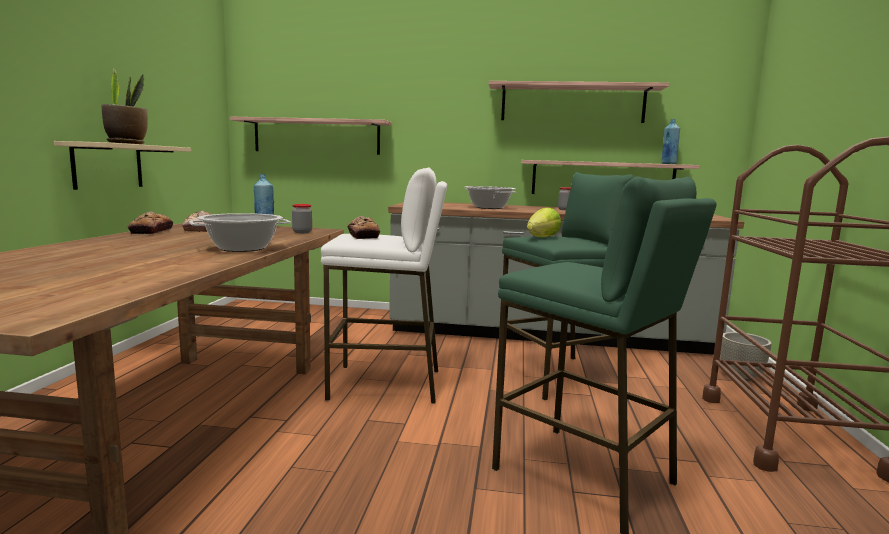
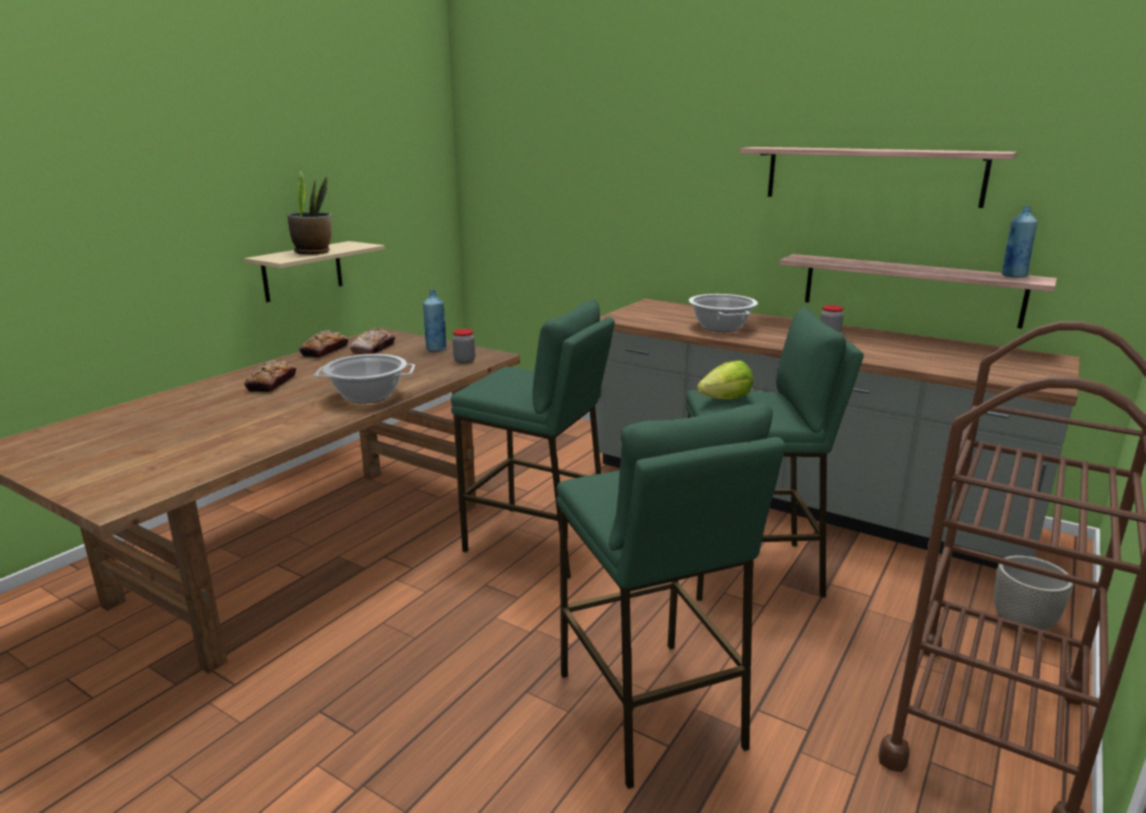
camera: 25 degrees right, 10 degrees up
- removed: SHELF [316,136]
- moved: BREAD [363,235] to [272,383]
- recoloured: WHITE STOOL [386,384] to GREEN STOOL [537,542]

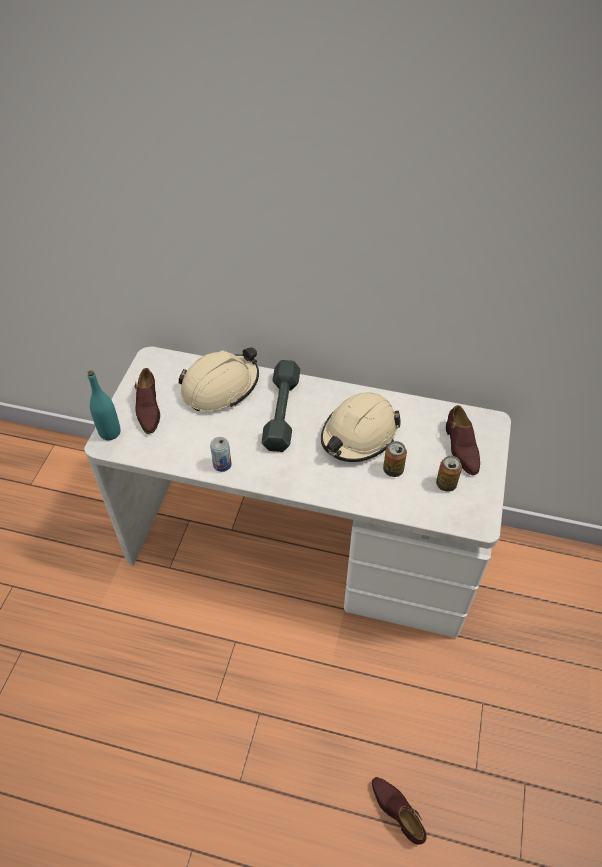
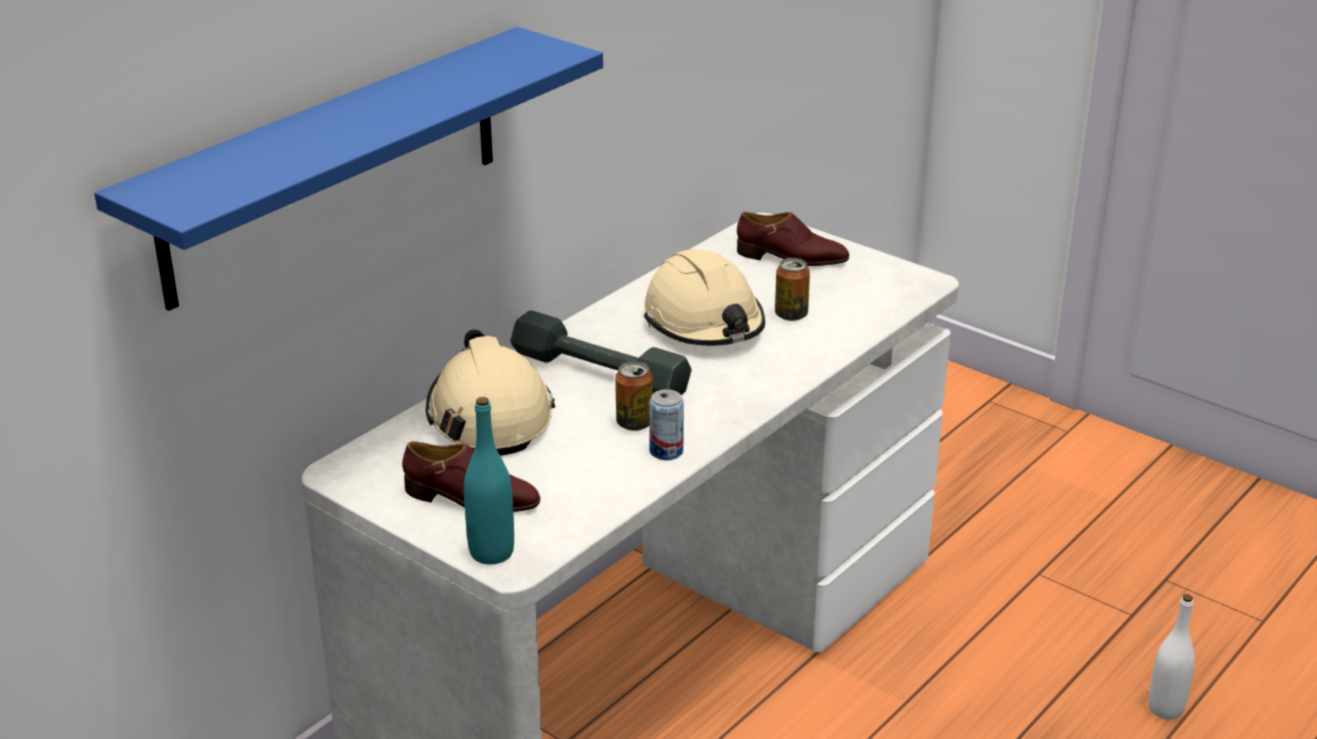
camera: 65 degrees left, 20 degrees down
- added: BLUE SHELF [334,166]
- moved: CAN [446,484] to [634,423]
- replaced: BROWN SHOE [397,811] to WHITE BOTTLE [1165,709]

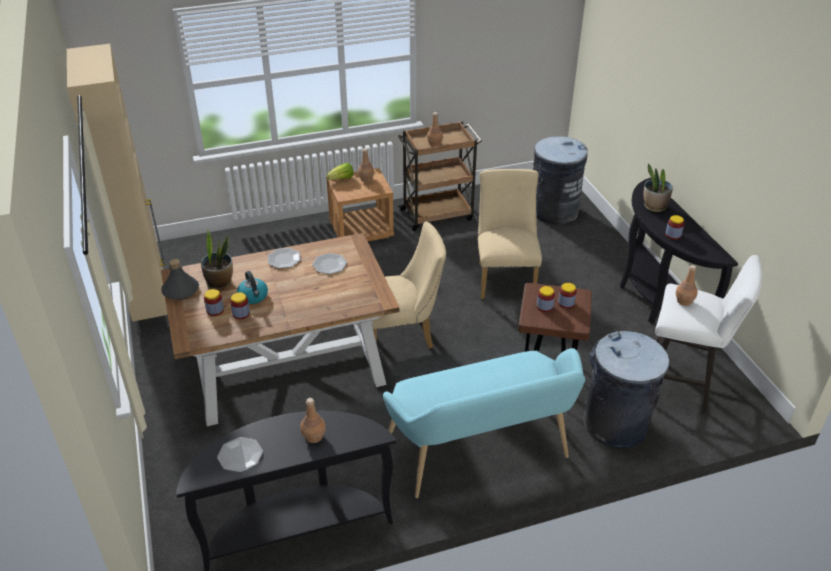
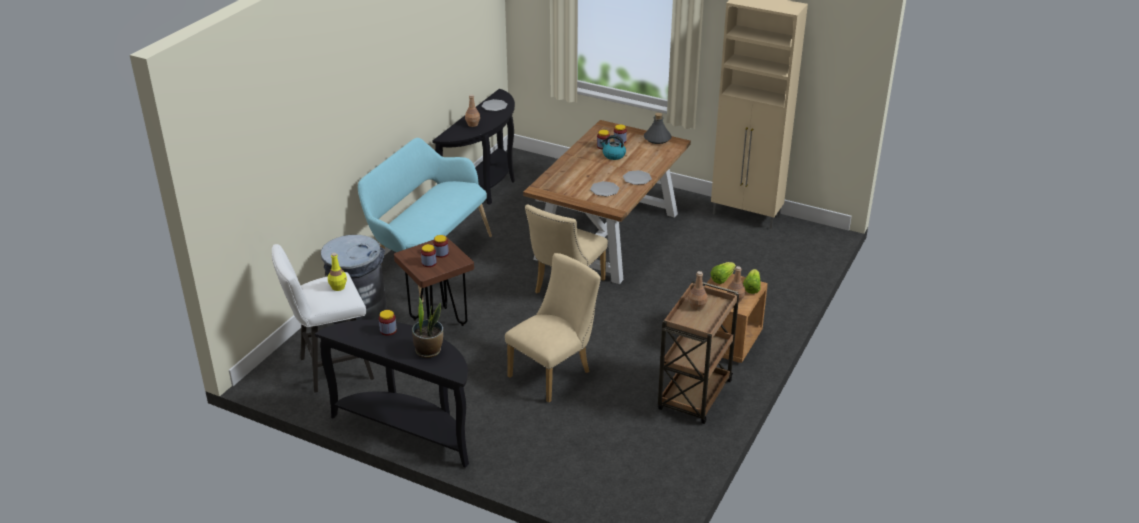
camera: 135 degrees right, 5 degrees down
- removed: POTTED PLANT [220,282]
- removed: GREY TRASH CAN [554,211]
- added: LETTUCE [722,279]
- recoloured: BROWN BOTTLE [684,301] to YELLOW BOTTLE [338,287]
- turned: BEIGE CHAIR [505,277] = [554,373] 90 degrees counterclockwise

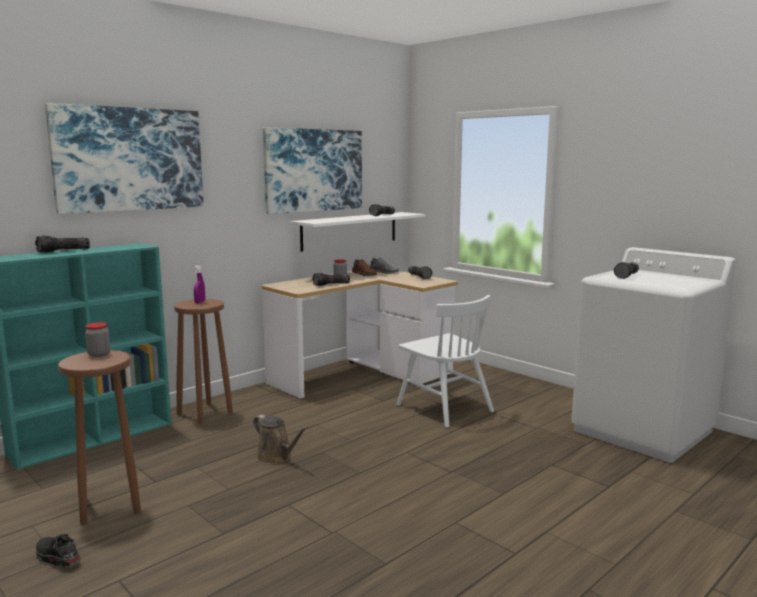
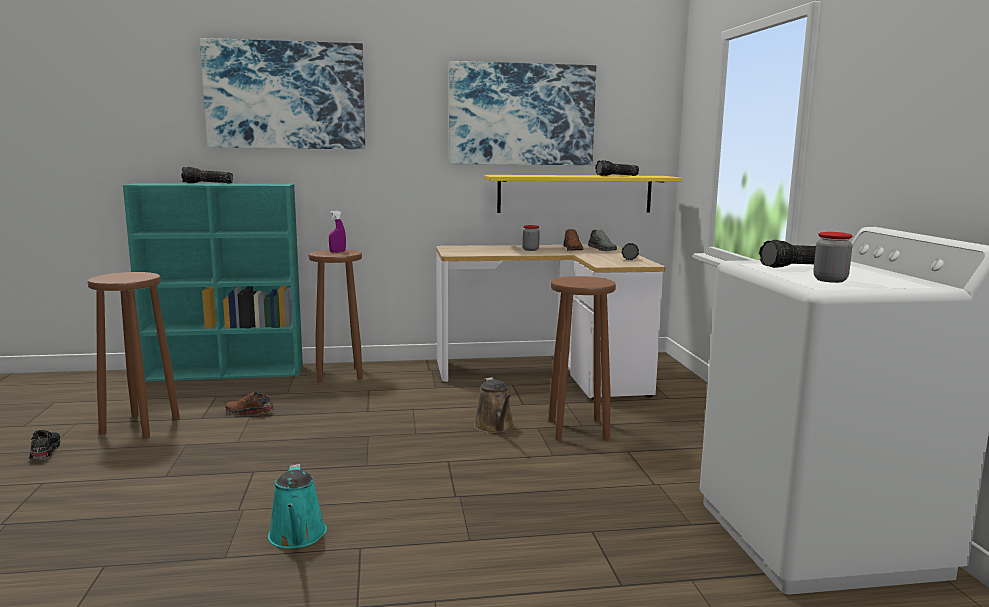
camera: 35 degrees right, 0 degrees up
- removed: FLASHLIGHT [331,284]
- added: BROWN SHOE [248,413]
- added: TURQUOISE WATERING CAN [297,537]
- moved: JAR [99,354] to [830,280]
- moved: BROWN WATERING CAN [276,457] to [495,427]
- replaced: WHITE CHAIR [444,408] to BROWN STOOL [577,429]
- recoloured: WHITE SHELF [350,230] to YELLOW SHELF [575,194]

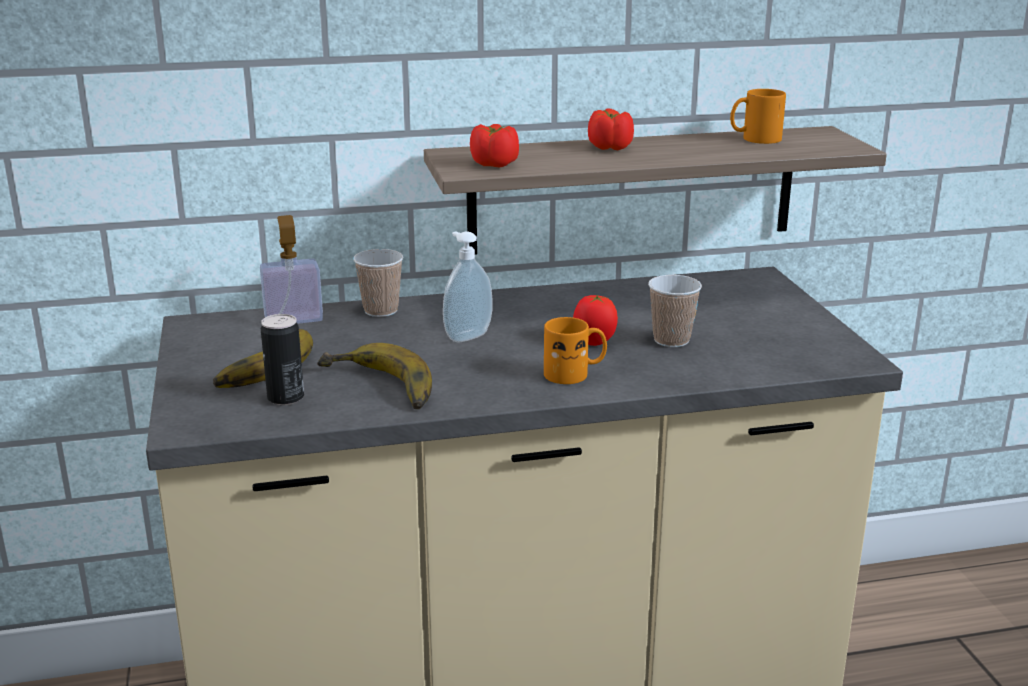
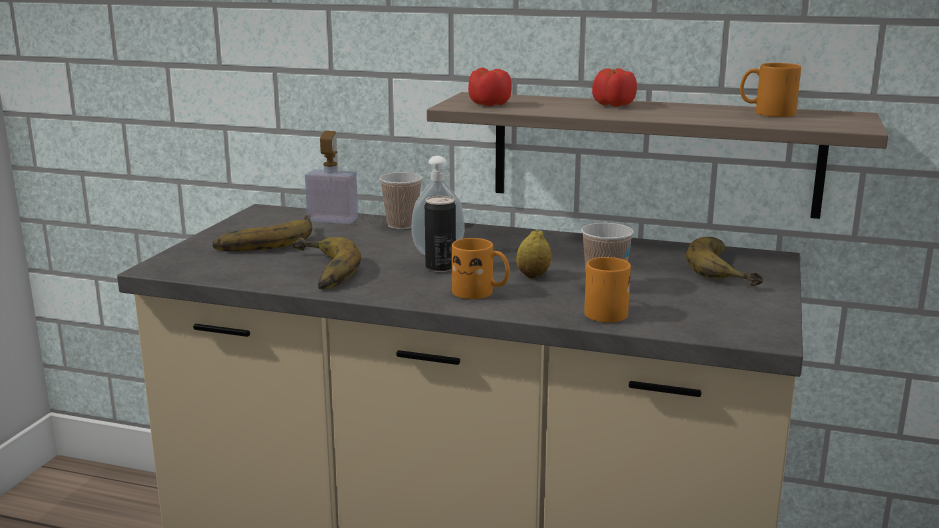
camera: 30 degrees right, 5 degrees down
- added: ORANGE MUG [601,310]
- added: BANANA [730,269]
- moved: CAN [285,398] to [440,267]
- replaced: TOMATO [594,343] to LEMON [533,275]

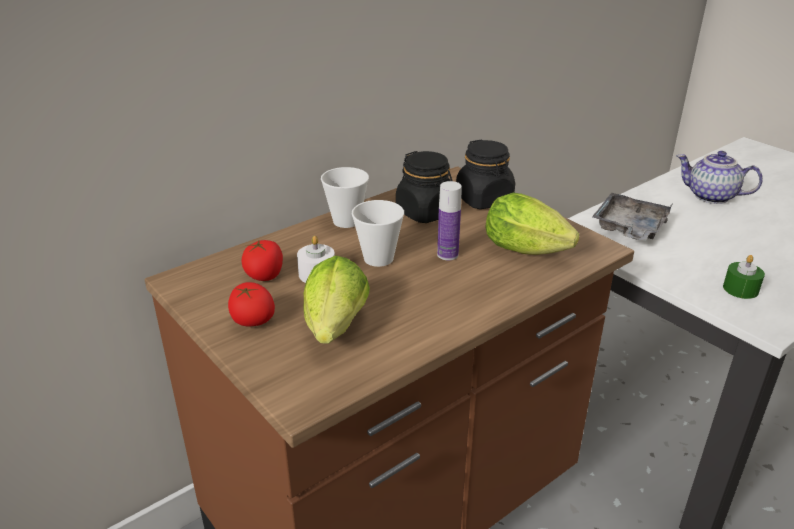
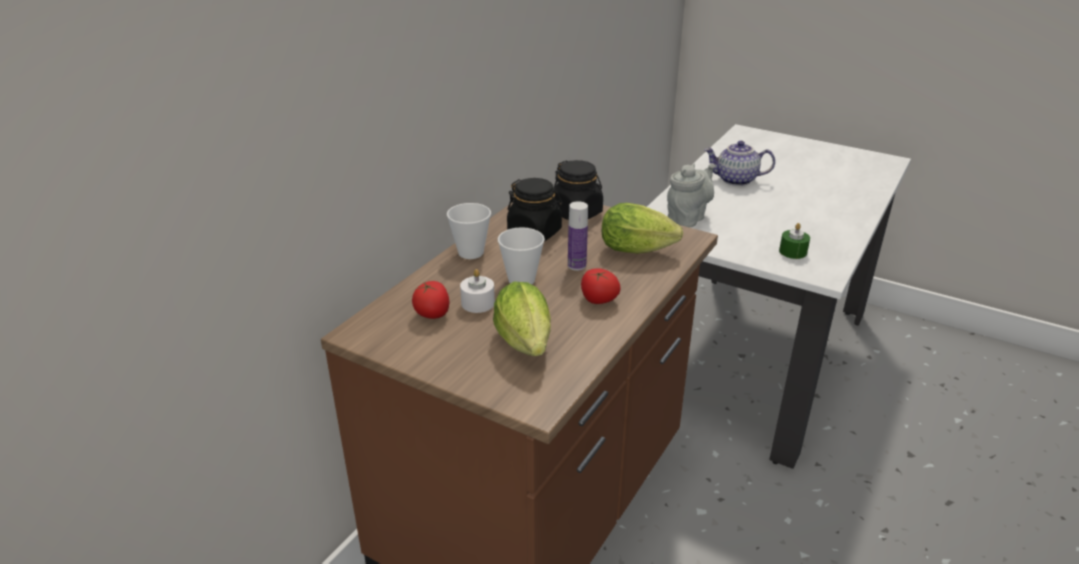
camera: 20 degrees left, 0 degrees up
- moved: TOMATO [252,321] to [598,300]
- replaced: GREY TRAY [629,228] to GREY TEAPOT [688,218]

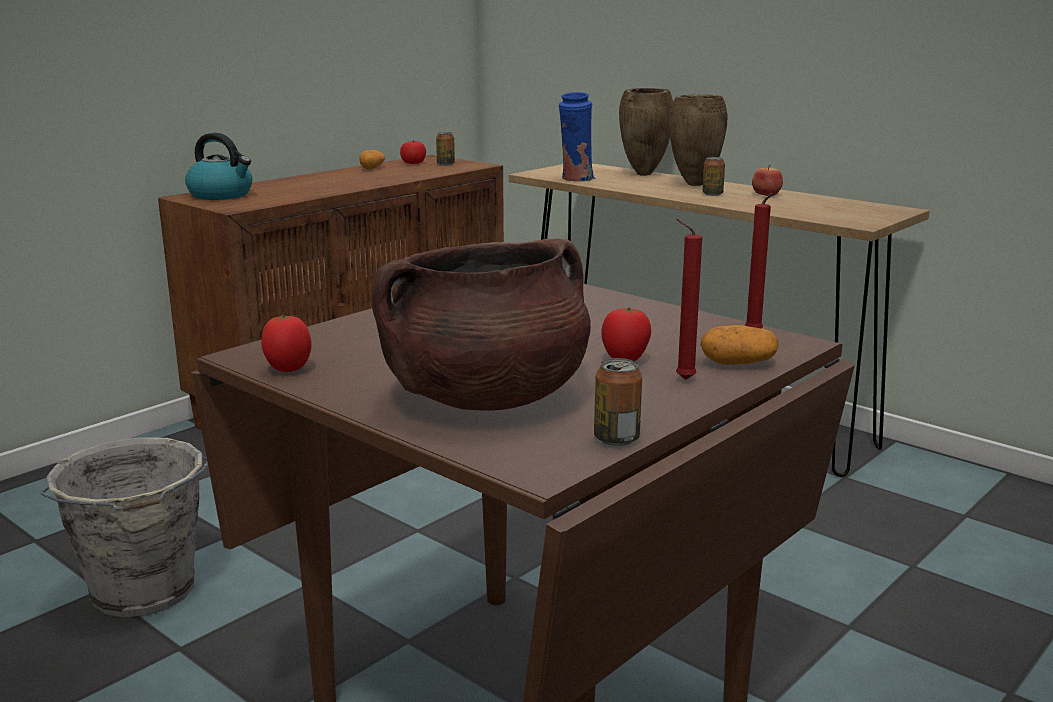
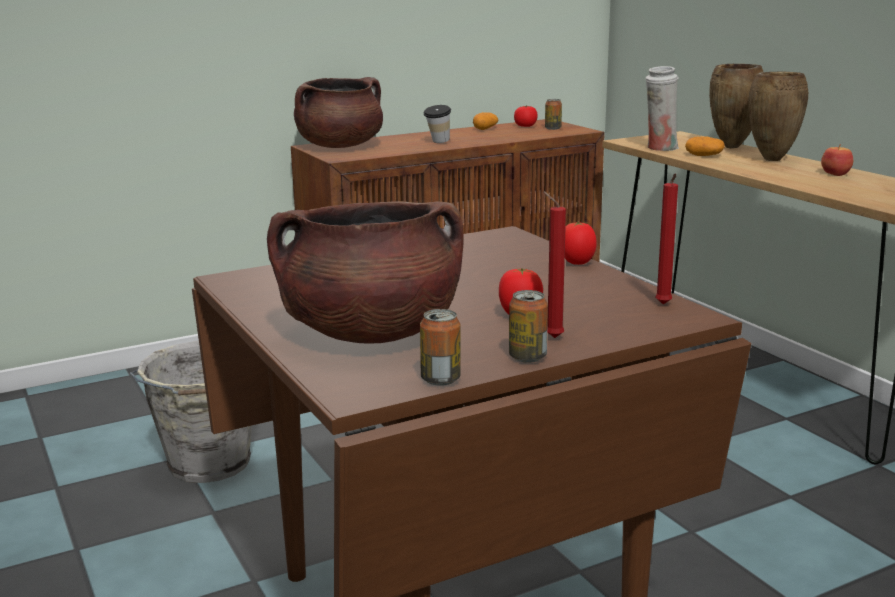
camera: 20 degrees right, 0 degrees up
- added: CUP [438,142]
- moved: TOMATO [288,370] to [577,263]
- moved: POTATO [738,363] to [704,155]
- moved: CAN [712,194] to [527,357]
- replaced: KETTLE [222,195] to BROWN COOKING POT [340,146]
- recoloured: BLUE VASE [576,179] to WHITE VASE [660,148]

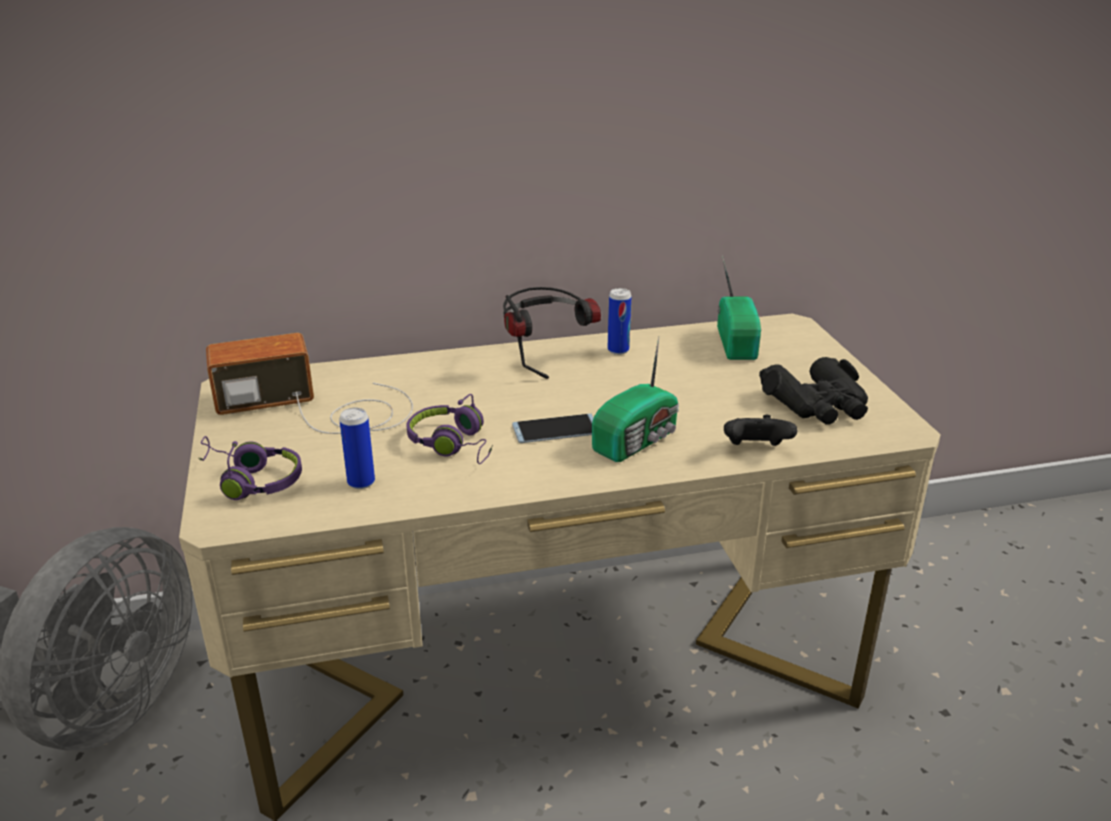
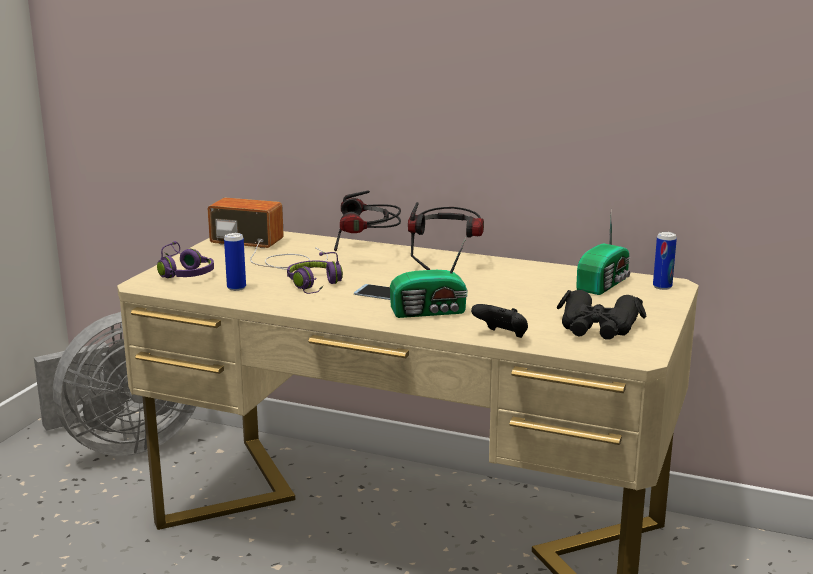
camera: 35 degrees right, 10 degrees down
- added: HEADPHONES [367,254]
- moved: CAN [618,350] to [662,287]

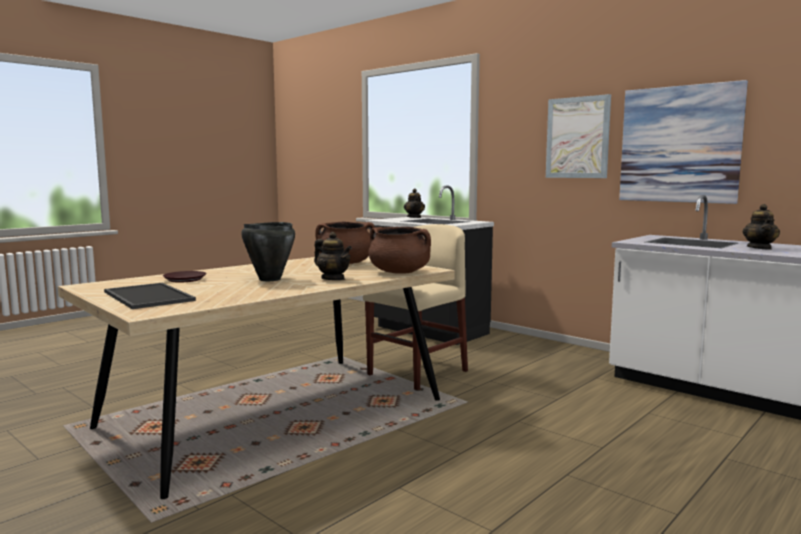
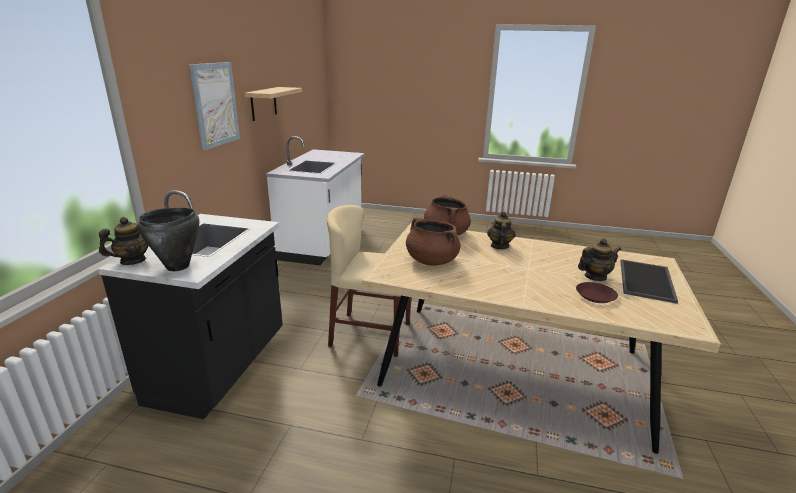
camera: 120 degrees left, 15 degrees up
- moved: BLACK COOKING POT [269,279] to [178,267]
- moved: TEAPOT [759,248] to [595,277]
- replaced: PICTURE [679,144] to SHELF [263,103]

